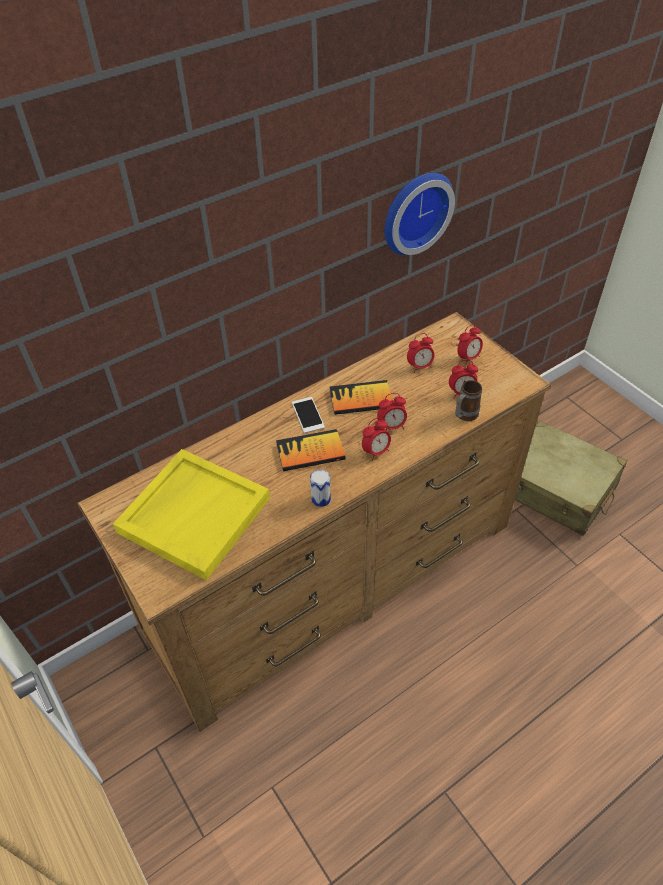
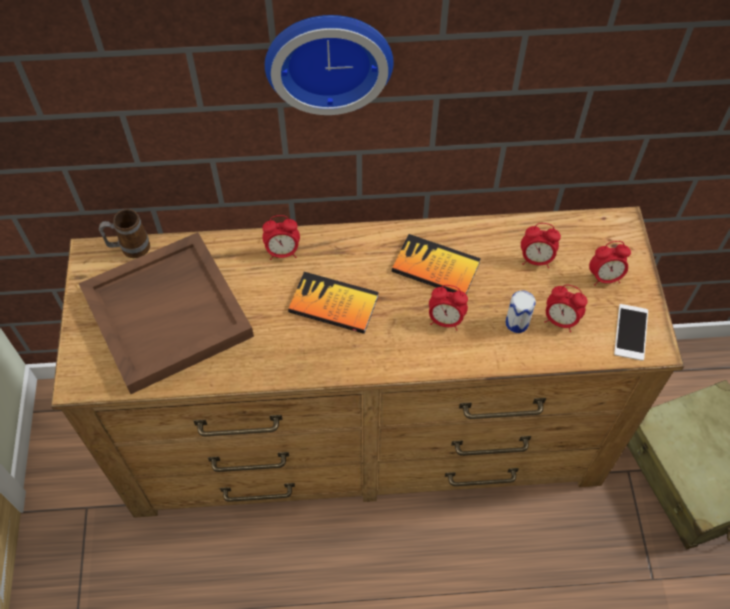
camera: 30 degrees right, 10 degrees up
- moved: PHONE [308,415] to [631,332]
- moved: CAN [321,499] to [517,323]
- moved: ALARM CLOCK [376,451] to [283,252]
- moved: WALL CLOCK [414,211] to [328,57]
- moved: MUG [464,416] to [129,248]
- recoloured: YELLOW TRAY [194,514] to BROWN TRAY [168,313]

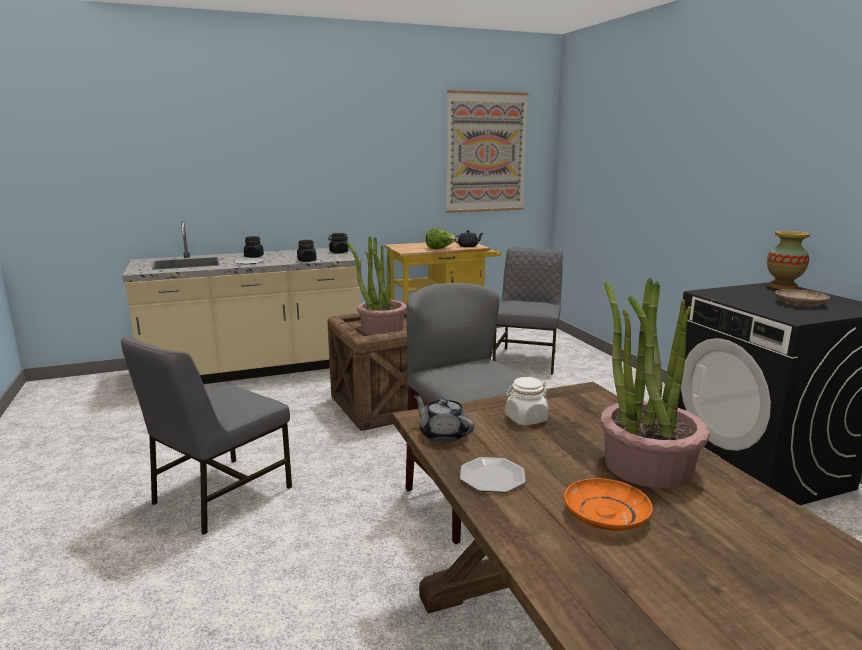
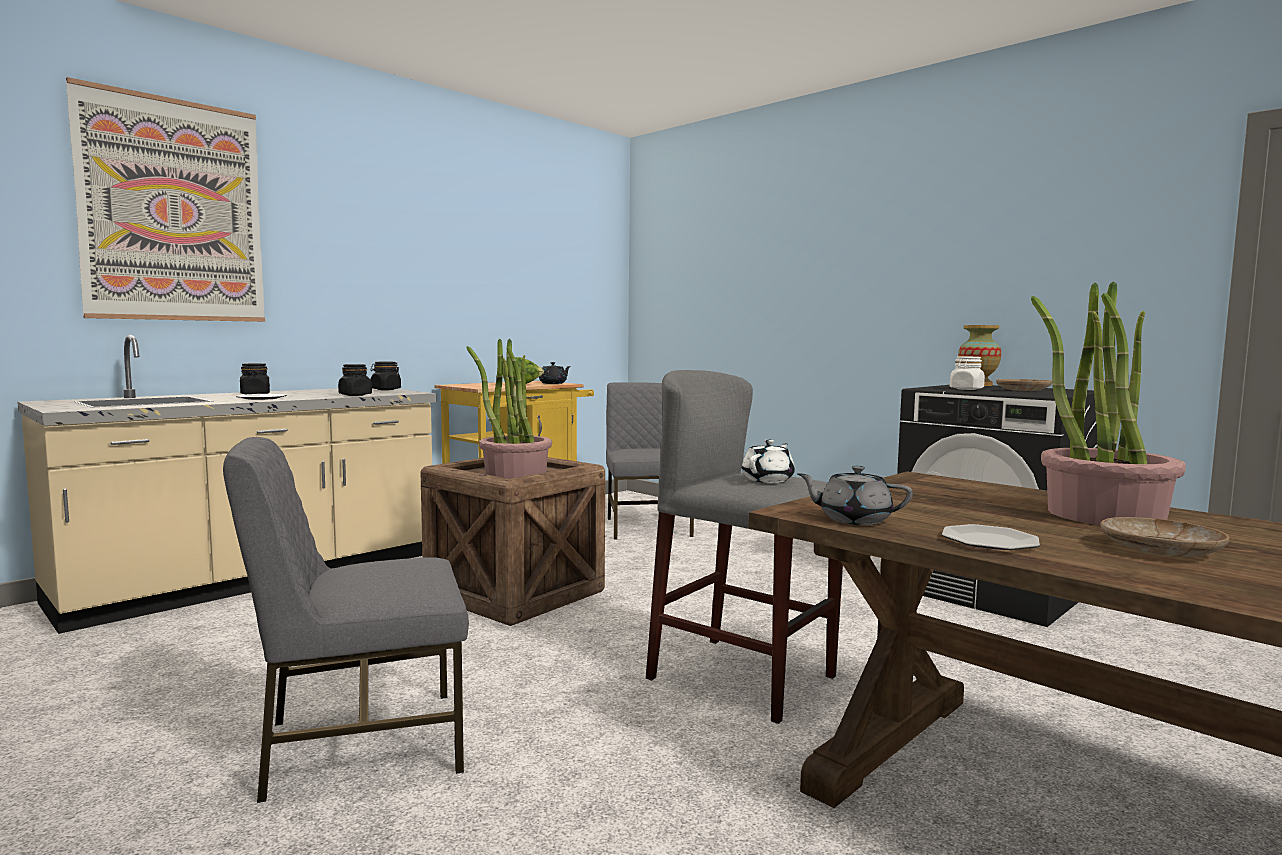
camera: 25 degrees left, 10 degrees down
- added: WHITE TEAPOT [768,480]
- moved: PICTURE [486,152] to [173,211]
- moved: WHITE JAR [526,419] to [966,389]
- recoloured: ORANGE PLATE [605,514] to BEIGE PLATE [1160,549]
- turned: GREY CHAIR [219,495] = [359,744] 60 degrees clockwise

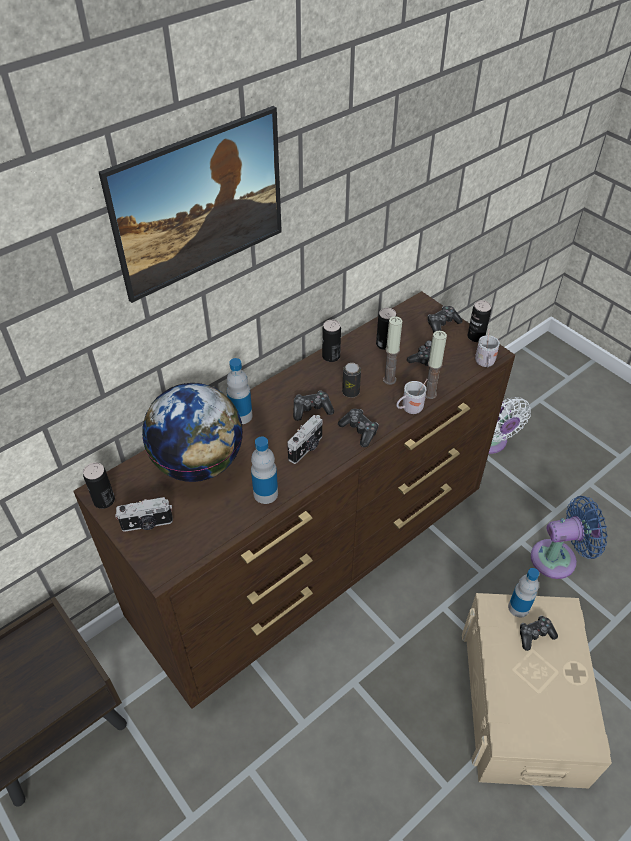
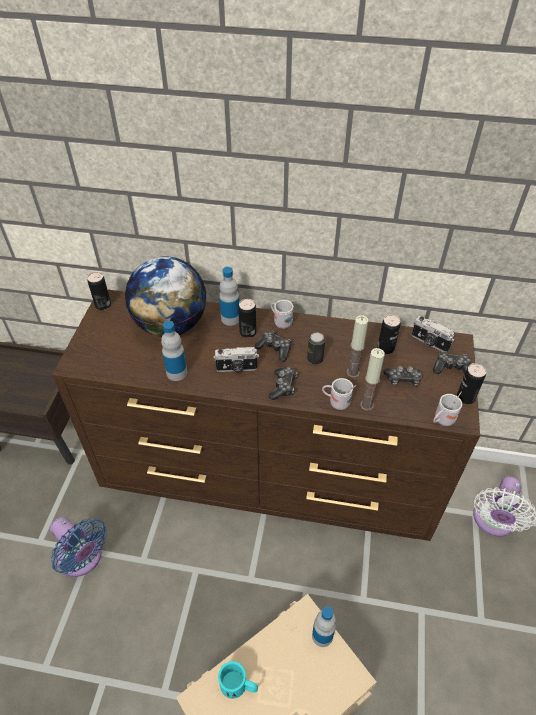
camera: 50 degrees right, 0 degrees up
- removed: PICTURE [203,235]
- removed: GAME CONTROLLER [535,635]
- added: TURQUOISE MUG [239,685]
- added: WHITE MUG [281,322]
- moved: PHOTO CAMERA [147,524] to [429,342]
- moved: CAN [331,356] to [248,332]
- moved: BLUE FAN [558,558] to [83,559]

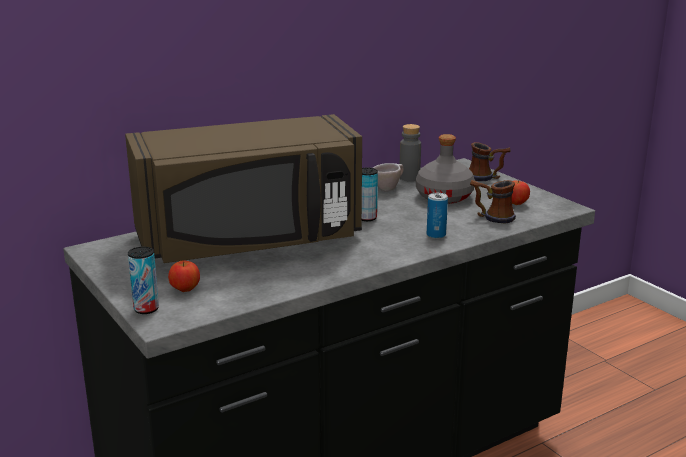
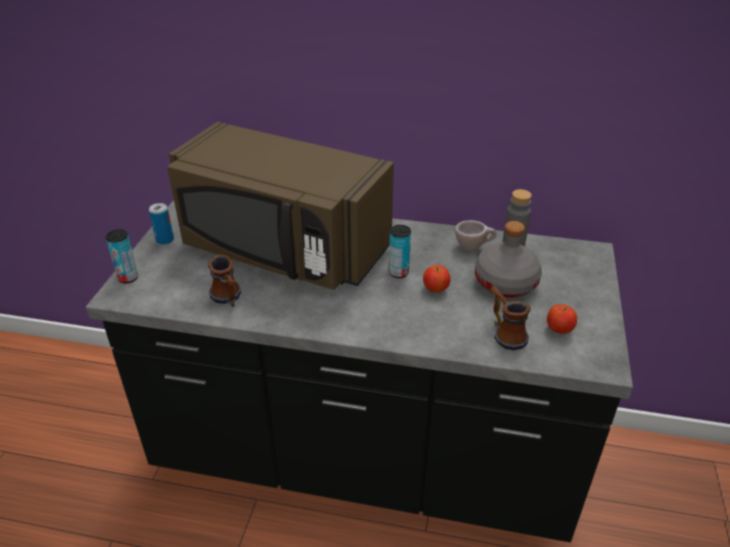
camera: 45 degrees right, 15 degrees up
- moved: APPLE [185,290] to [435,289]
- moved: CAN [436,235] to [165,240]
- moved: MUG [487,178] to [228,299]

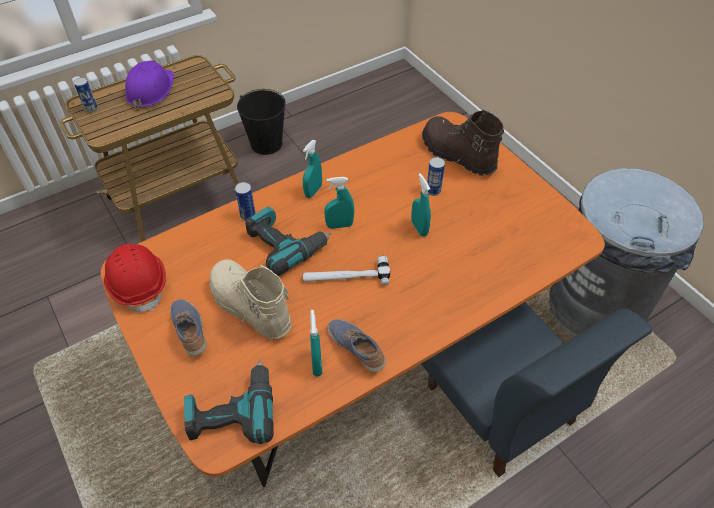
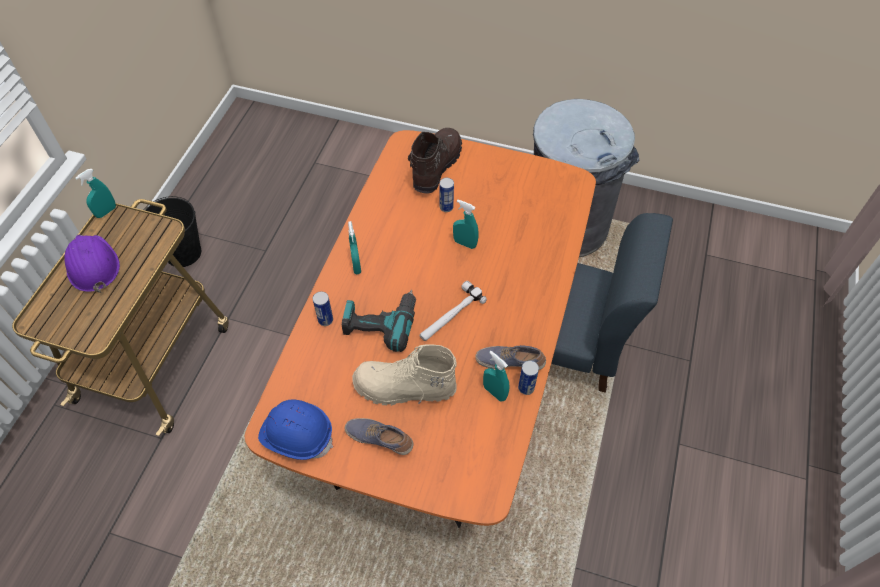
camera: 40 degrees left, 5 degrees up
- removed: POWER DRILL [232,411]
- moved: CAN [91,109] to [526,388]
- moved: TURQUOISE SPRAY BOTTLE [339,225] to [106,212]
- recoloured: RED HARD HAT [139,284] to BLUE HARD HAT [297,435]
- turned: BROWN BOOT [457,155] = [435,167] 105 degrees clockwise

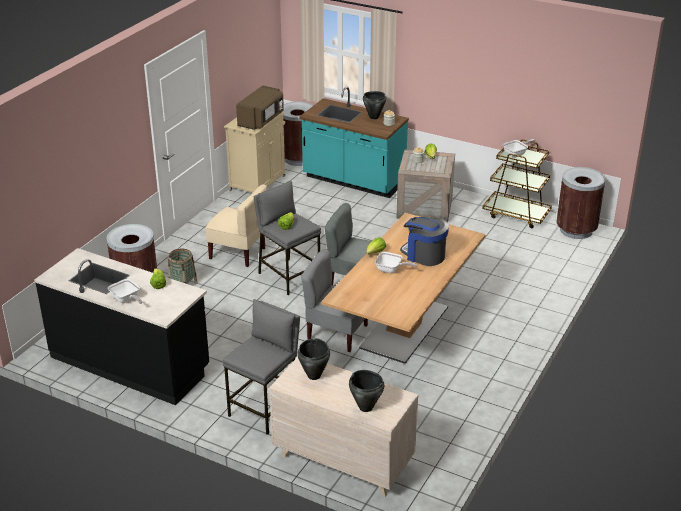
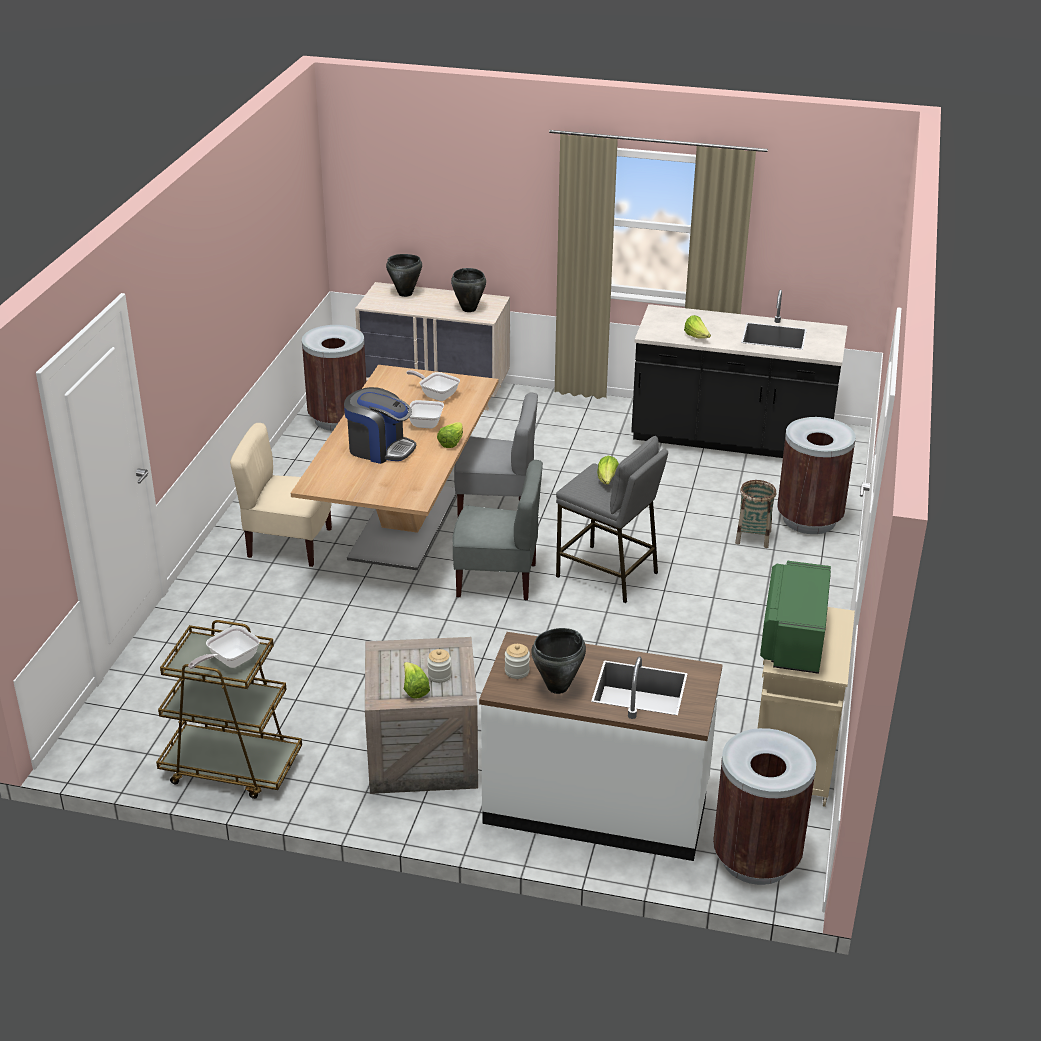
camera: 165 degrees right, 0 degrees up
- removed: GREY STOOL [266,408]
- moved: FRYING PAN [126,300] to [436,395]
- moved: BEIGE CHAIR [238,253] to [289,544]
- moved: BROWN TRASH CAN [576,230] to [338,419]
- recoloured: BROWN MICROWAVE [261,120] to GREEN MICROWAVE [793,639]
- recoloured: TURQUOISE COUNTER [353,181] to WHITE COUNTER [596,806]

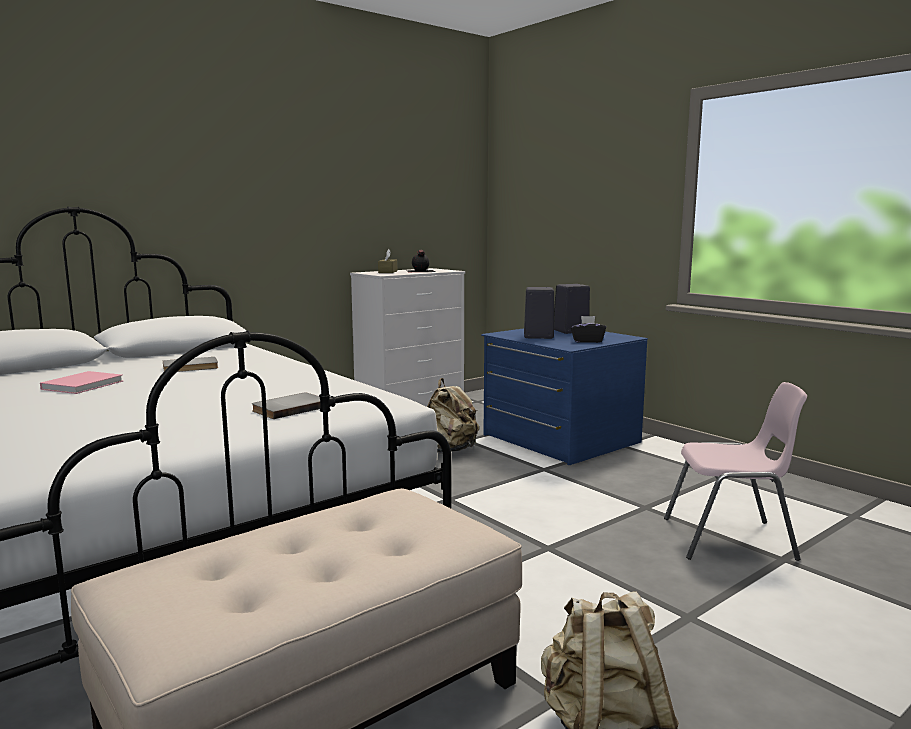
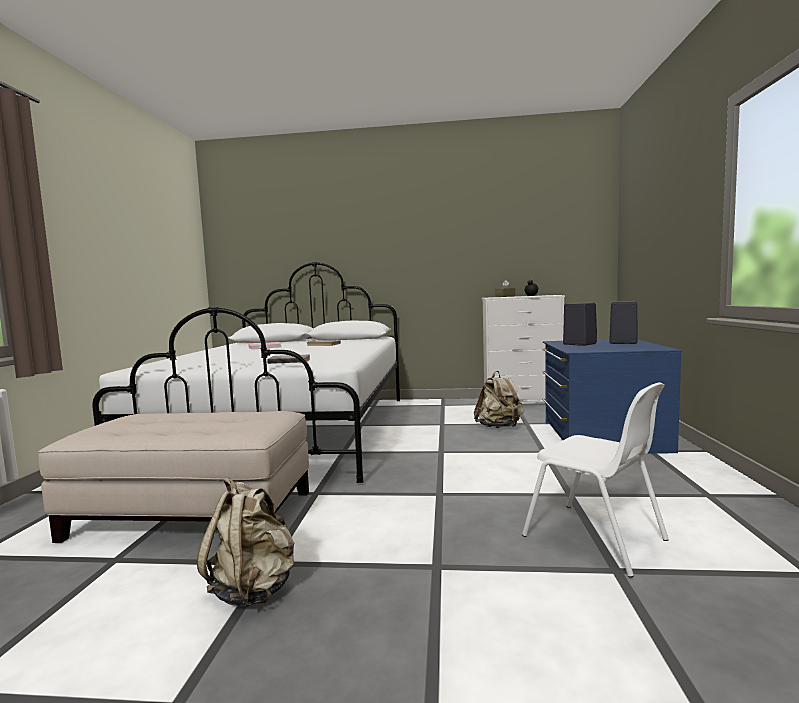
camera: 45 degrees right, 5 degrees down
- removed: BLACK TISSUE BOX [587,341]
- recoloured: PINK CHAIR [730,539] to WHITE CHAIR [596,538]

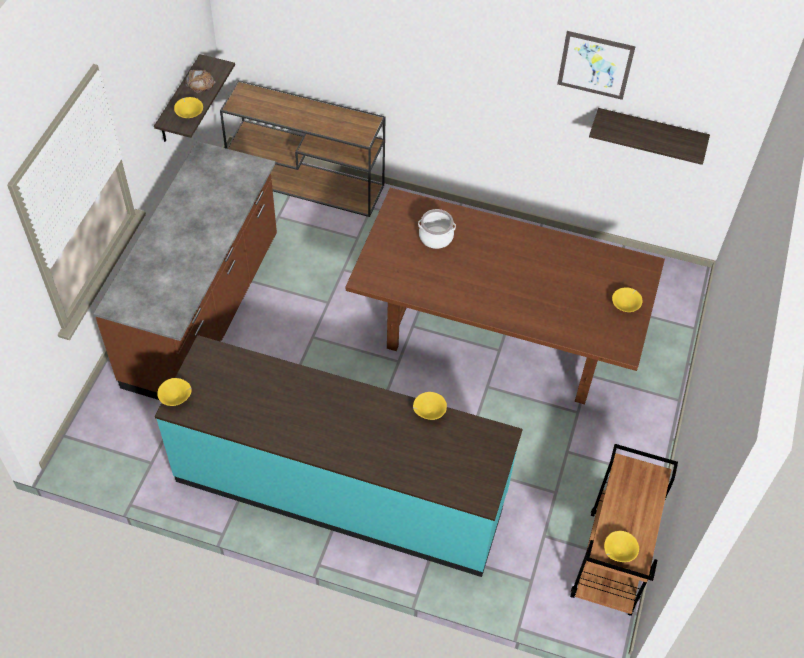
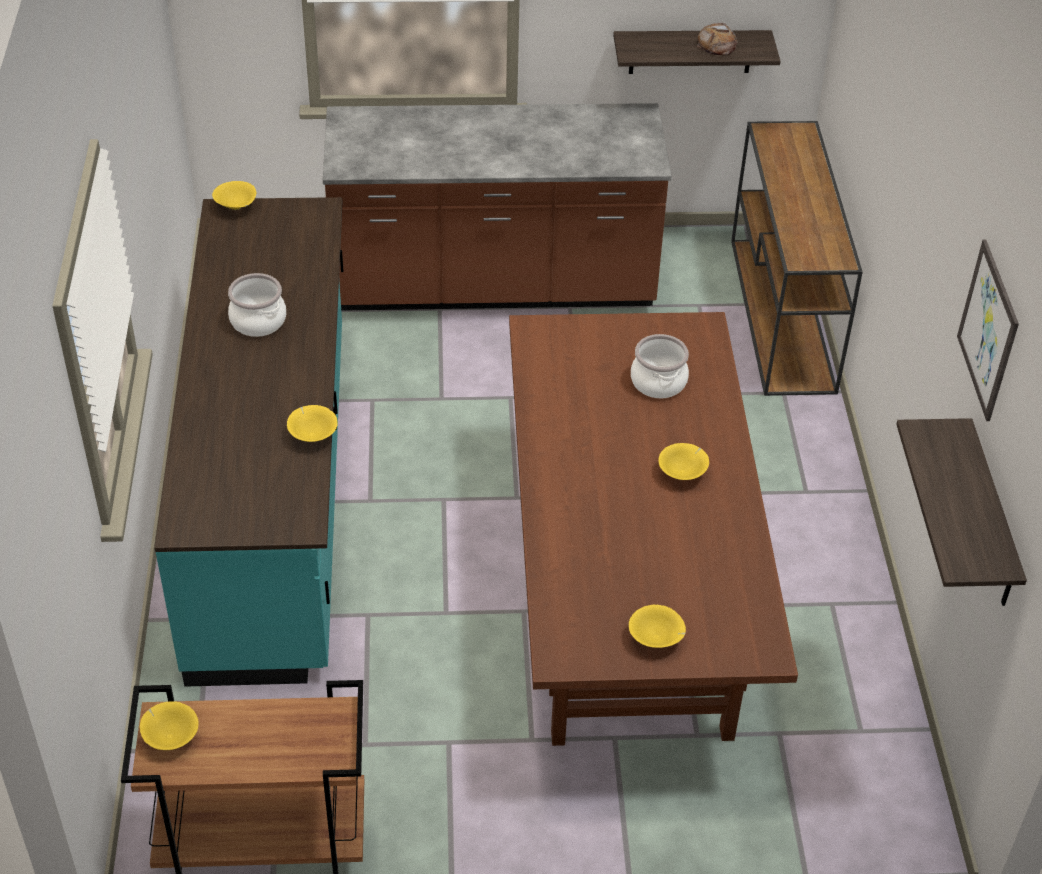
camera: 70 degrees right, 10 degrees down
- added: COOKING POT [258,320]
- moved: YELLOW BOWL [189,114] to [683,473]

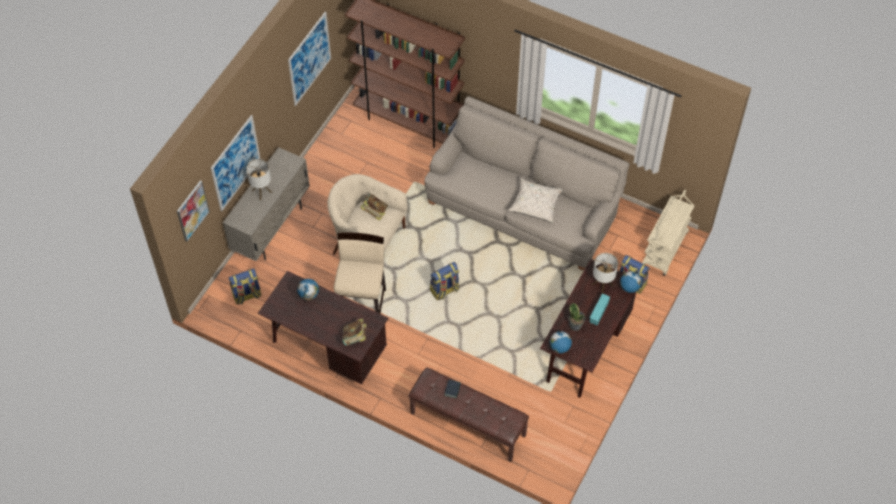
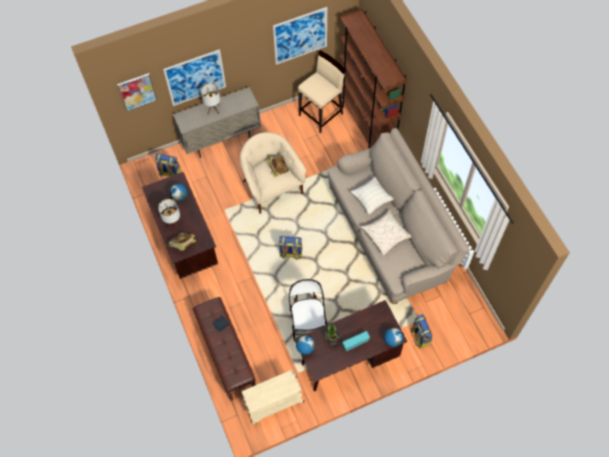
camera: 40 degrees right, 5 degrees up
- added: CHAIR [308,323]
- added: PILLOW [371,199]
- moved: BEIGE STOOL [363,305] to [321,114]
- moved: TABLE LAMP [602,285] to [173,223]
- moved: BEIGE CART [665,249] to [273,403]

